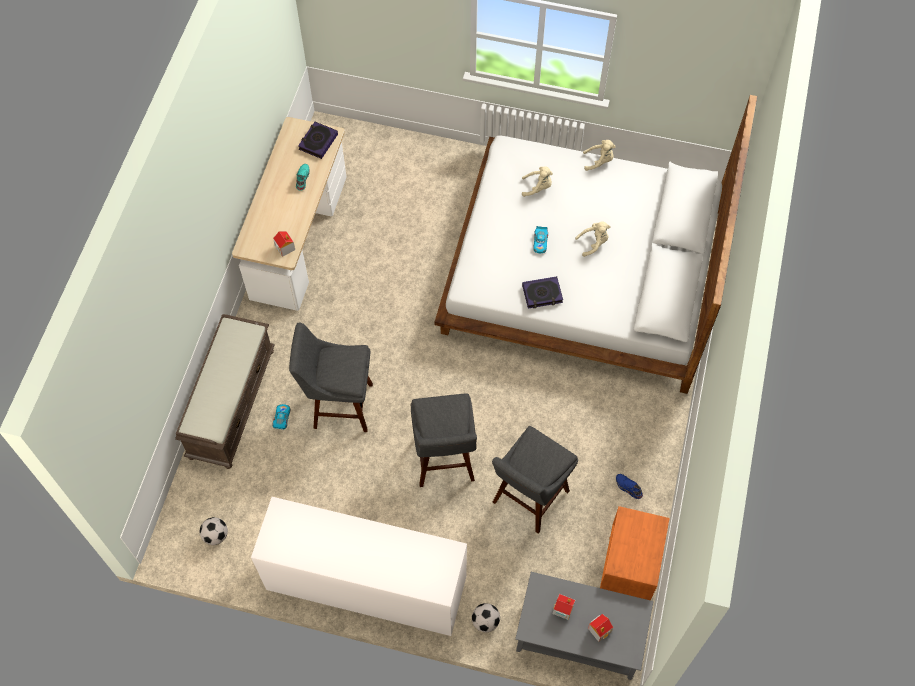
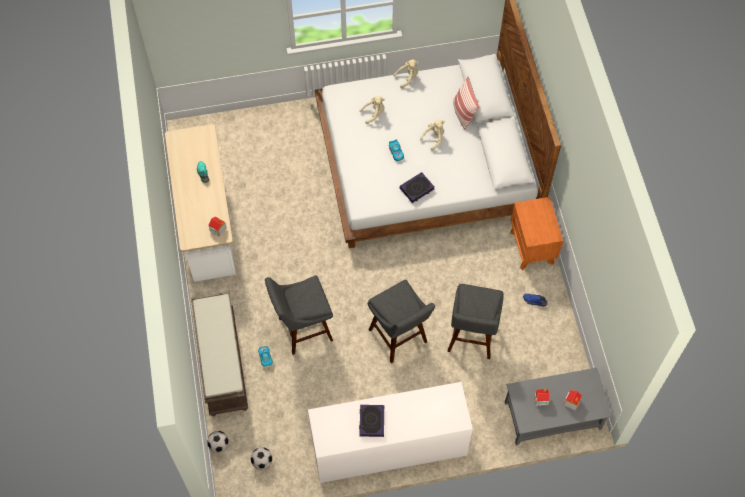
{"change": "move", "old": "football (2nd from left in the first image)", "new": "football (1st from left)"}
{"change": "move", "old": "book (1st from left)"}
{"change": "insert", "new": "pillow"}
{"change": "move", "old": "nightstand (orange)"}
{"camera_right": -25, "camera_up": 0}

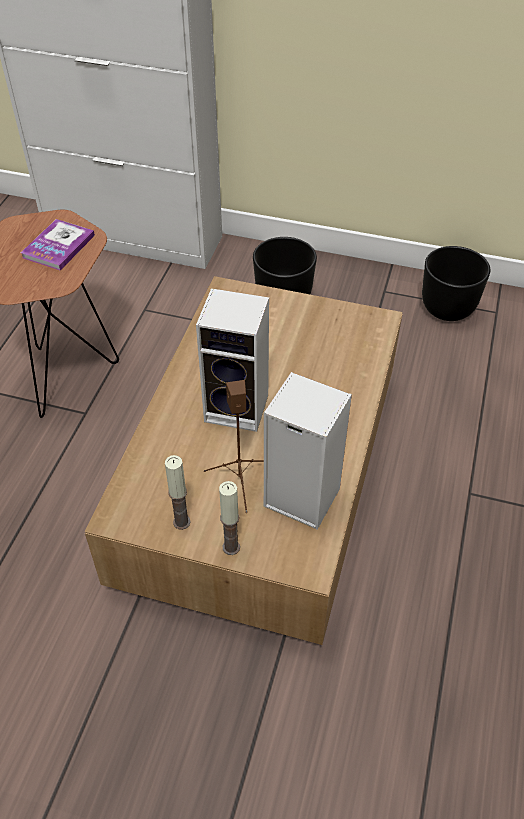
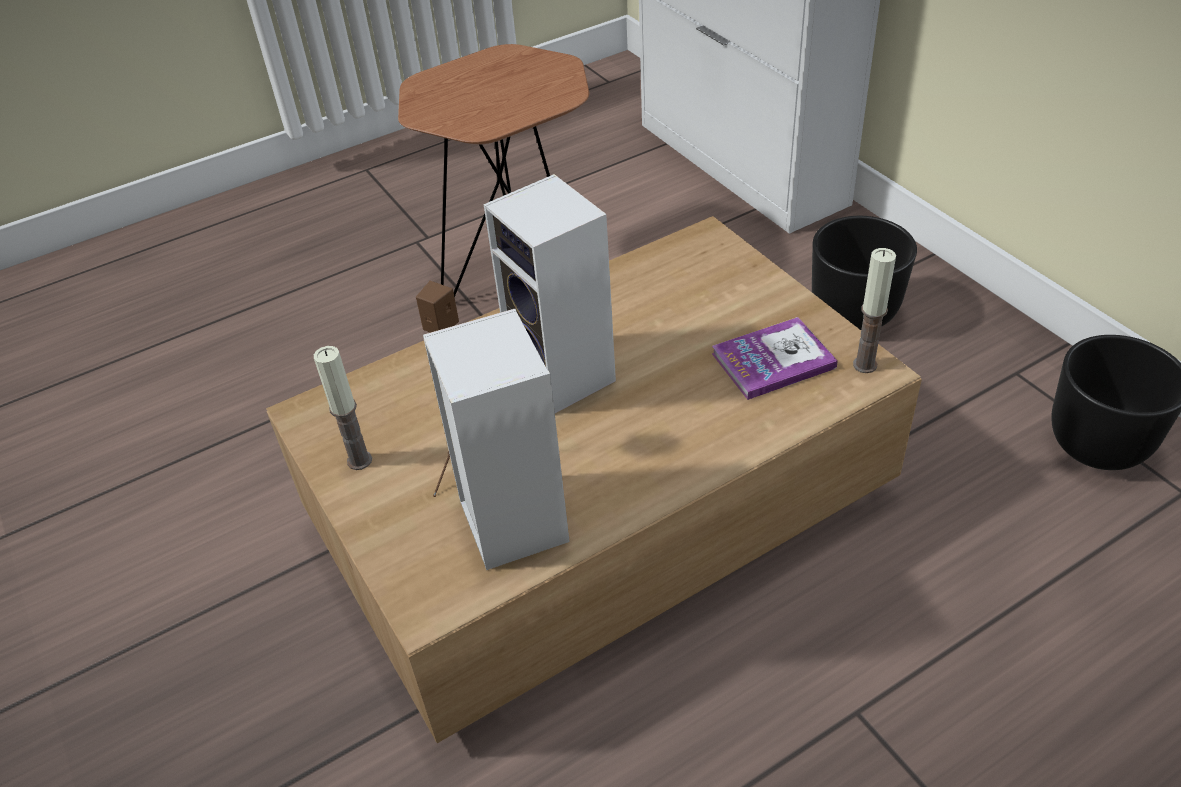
{"change": "move", "old": "book"}
{"change": "move", "old": "candle (2nd from left)"}
{"camera_right": 45, "camera_up": -5}

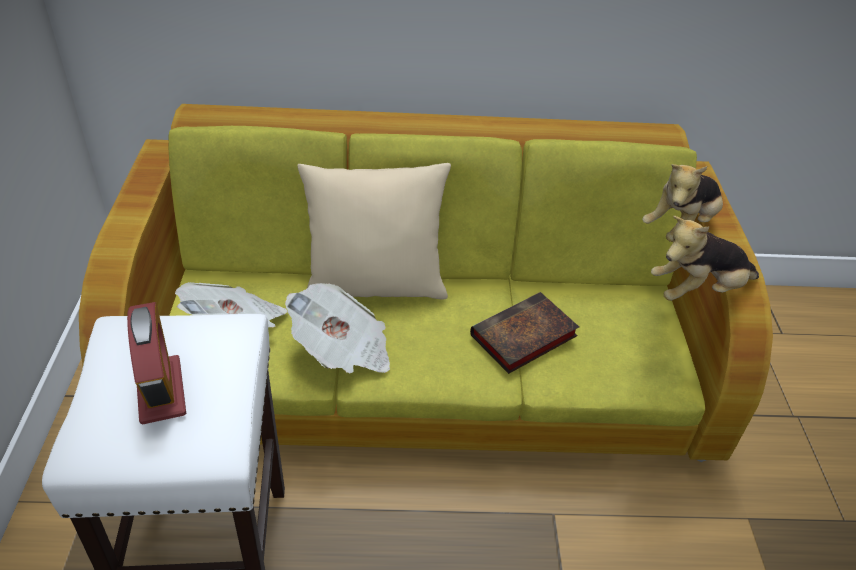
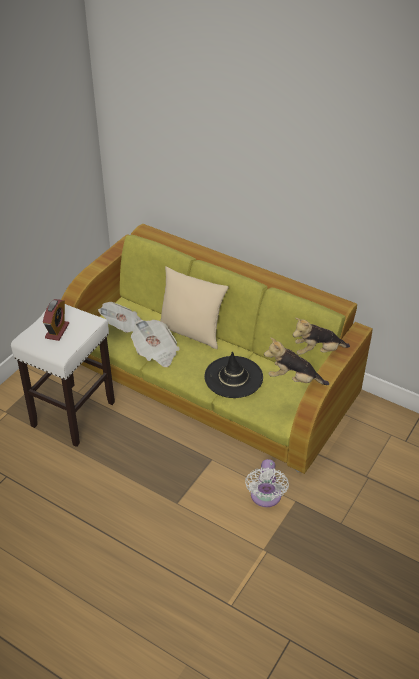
{"change": "replace", "old": "book", "new": "hat (black)"}
{"change": "insert", "new": "fan (white)"}
{"camera_right": 35, "camera_up": 0}

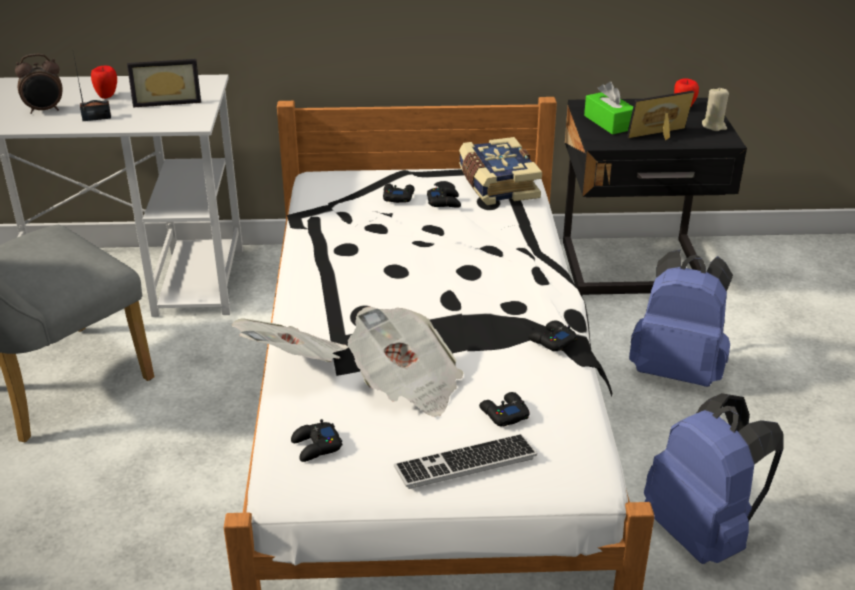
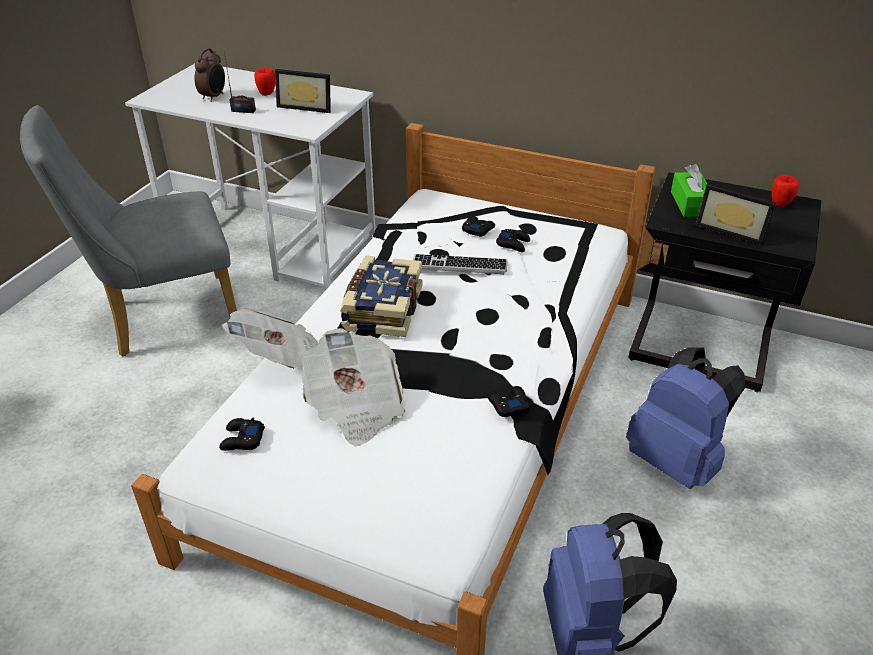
{"change": "rotate", "old": "alarm clock", "degrees": -75}
{"change": "move", "old": "book"}
{"change": "move", "old": "keyboard"}
{"change": "rotate", "old": "picture frame (2nd from left)", "degrees": -150}
{"change": "delete", "old": "game controller (black) (4th from left)"}
{"change": "delete", "old": "candle (beige)"}
{"camera_right": 25, "camera_up": 5}

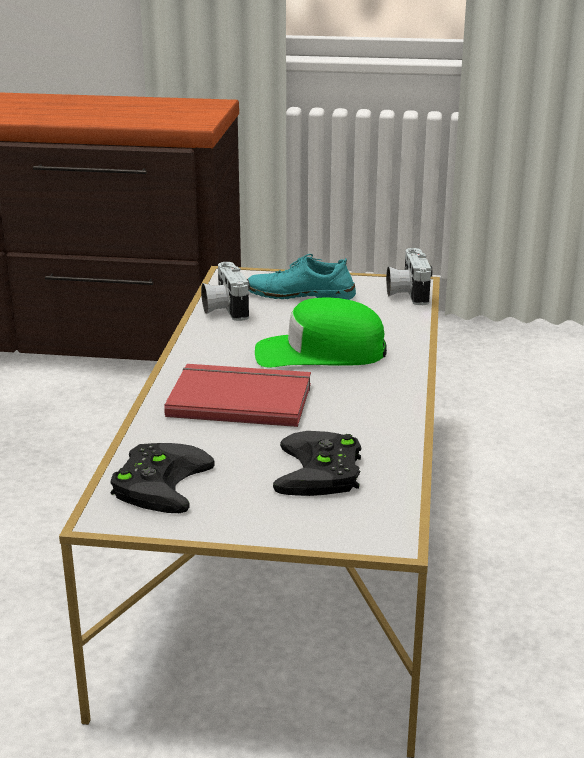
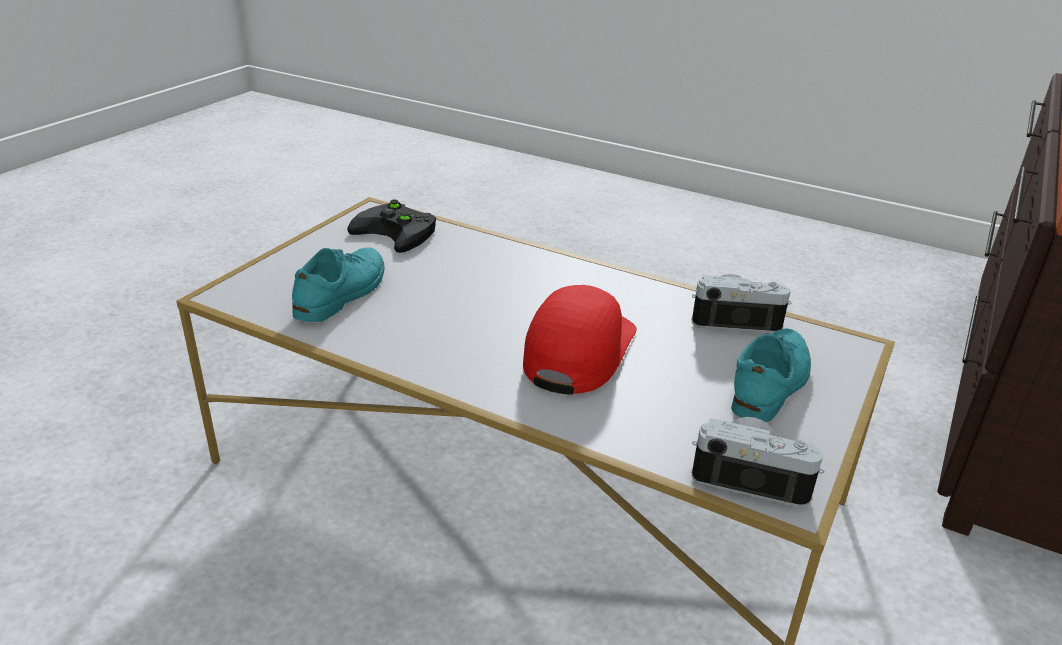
{"change": "replace", "old": "game controller (black) (2nd from left)", "new": "shoe (turquoise) (1st from left)"}
{"change": "recolor", "old": "cap (green)", "new": "cap (red)"}
{"change": "delete", "old": "book (red)"}
{"camera_right": 110, "camera_up": 5}

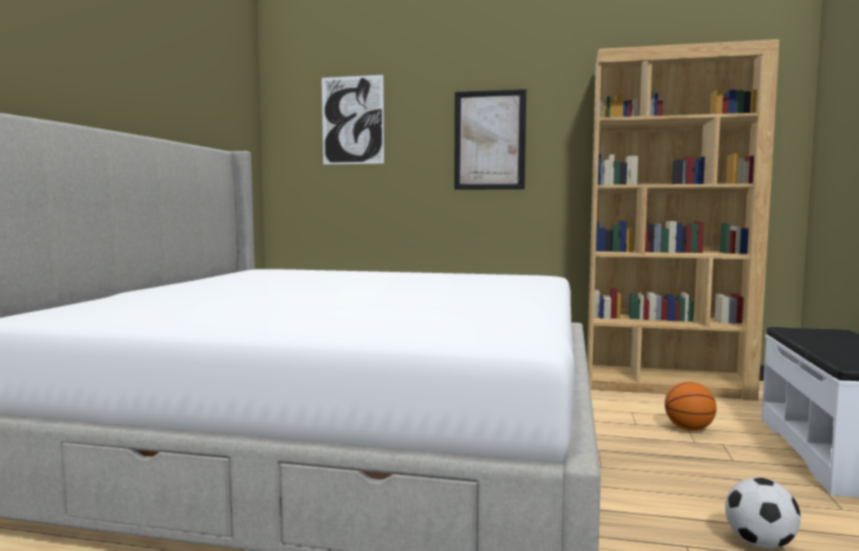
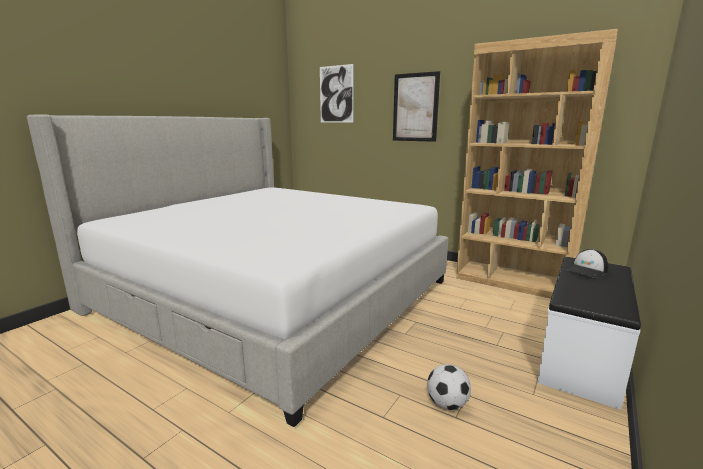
{"change": "insert", "new": "cap"}
{"change": "delete", "old": "basketball"}
{"camera_right": 20, "camera_up": 10}

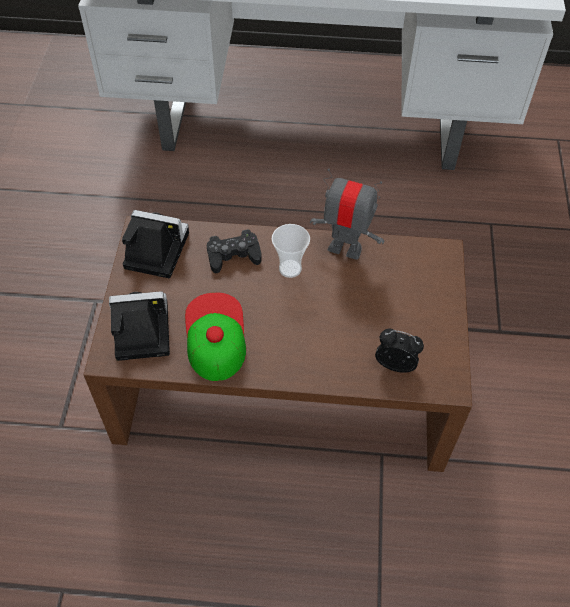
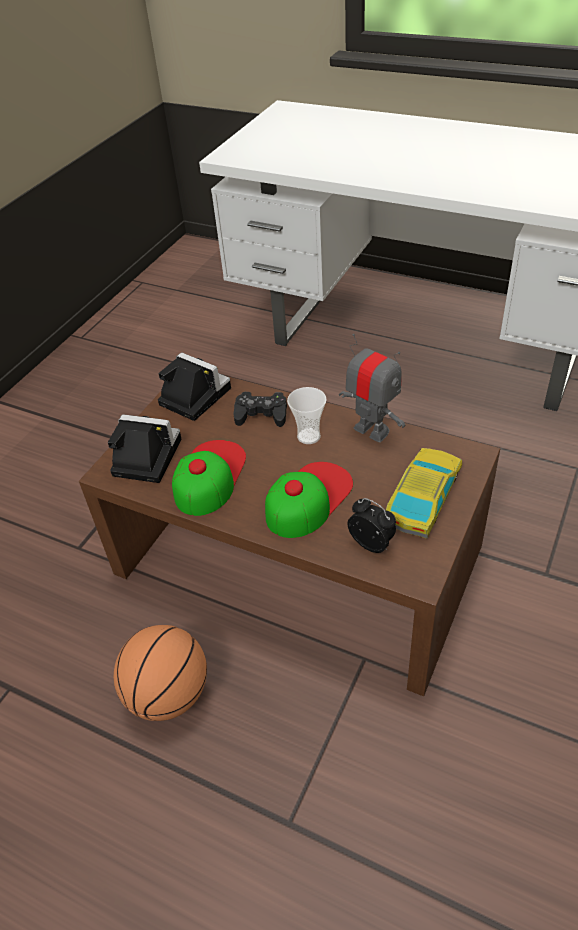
{"change": "insert", "new": "basketball"}
{"change": "insert", "new": "cap (2nd from left)"}
{"change": "insert", "new": "toy car"}
{"camera_right": 25, "camera_up": -10}

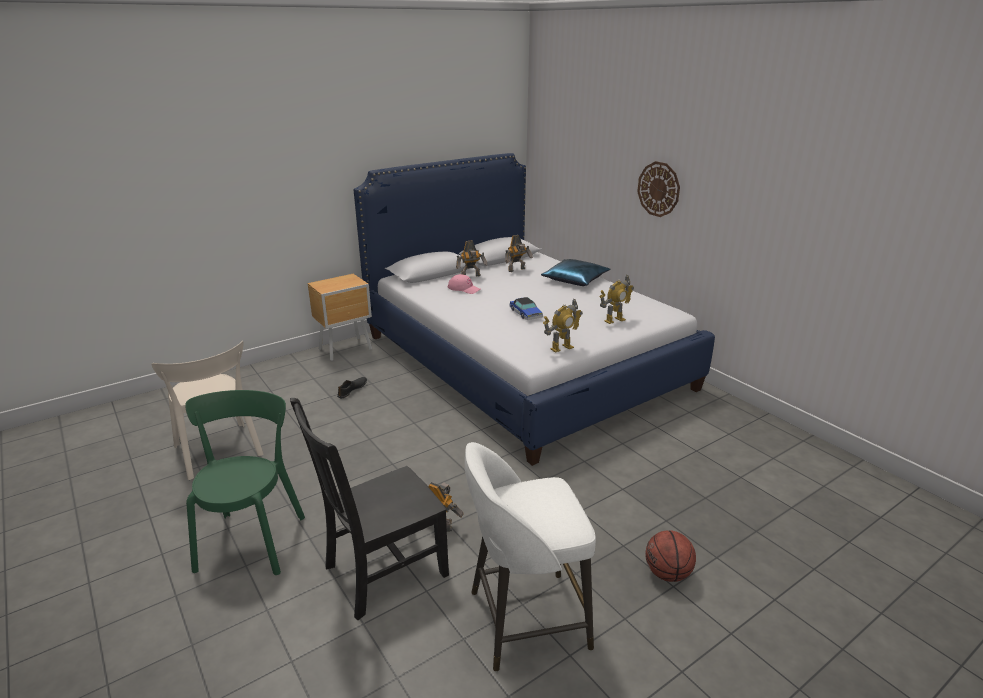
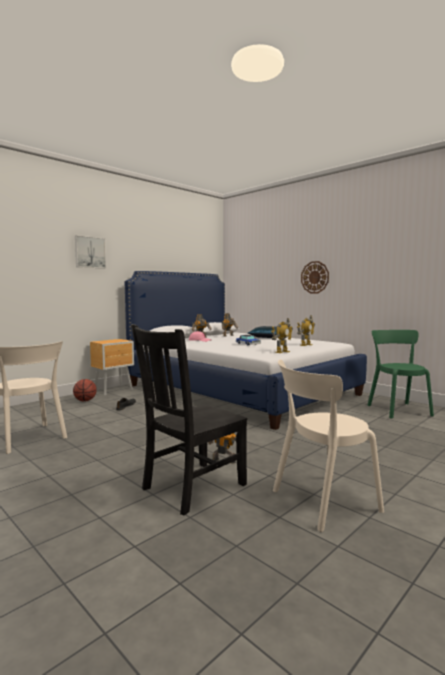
{"change": "move", "old": "basketball"}
{"change": "insert", "new": "picture"}
{"change": "replace", "old": "stool (white)", "new": "chair (beige) (2nd from left)"}
{"change": "move", "old": "chair (green)"}
{"camera_right": -10, "camera_up": -20}

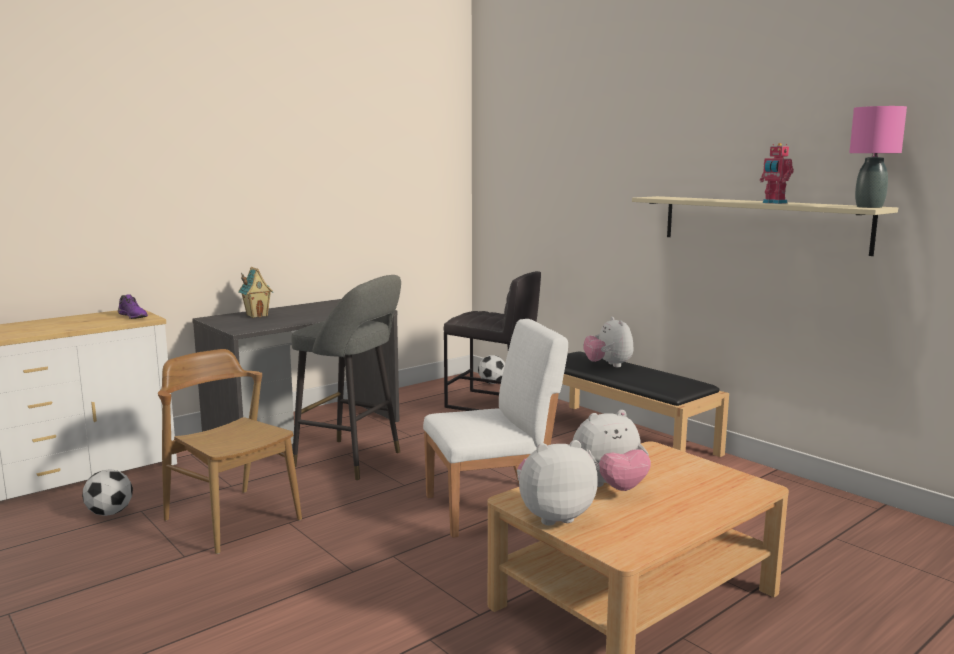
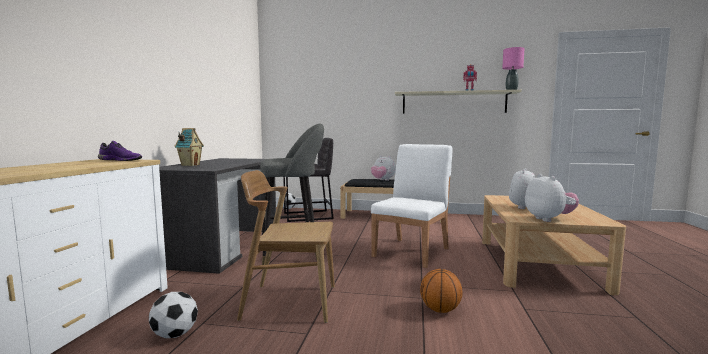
{"change": "insert", "new": "basketball"}
{"change": "rotate", "old": "plush toy (1st from left in the first image)", "degrees": 135}
{"camera_right": -40, "camera_up": -5}

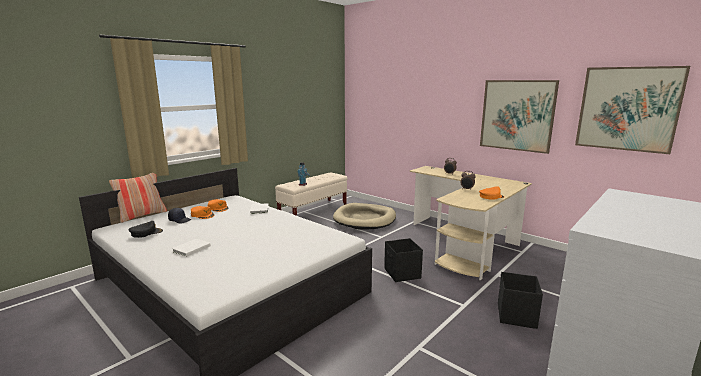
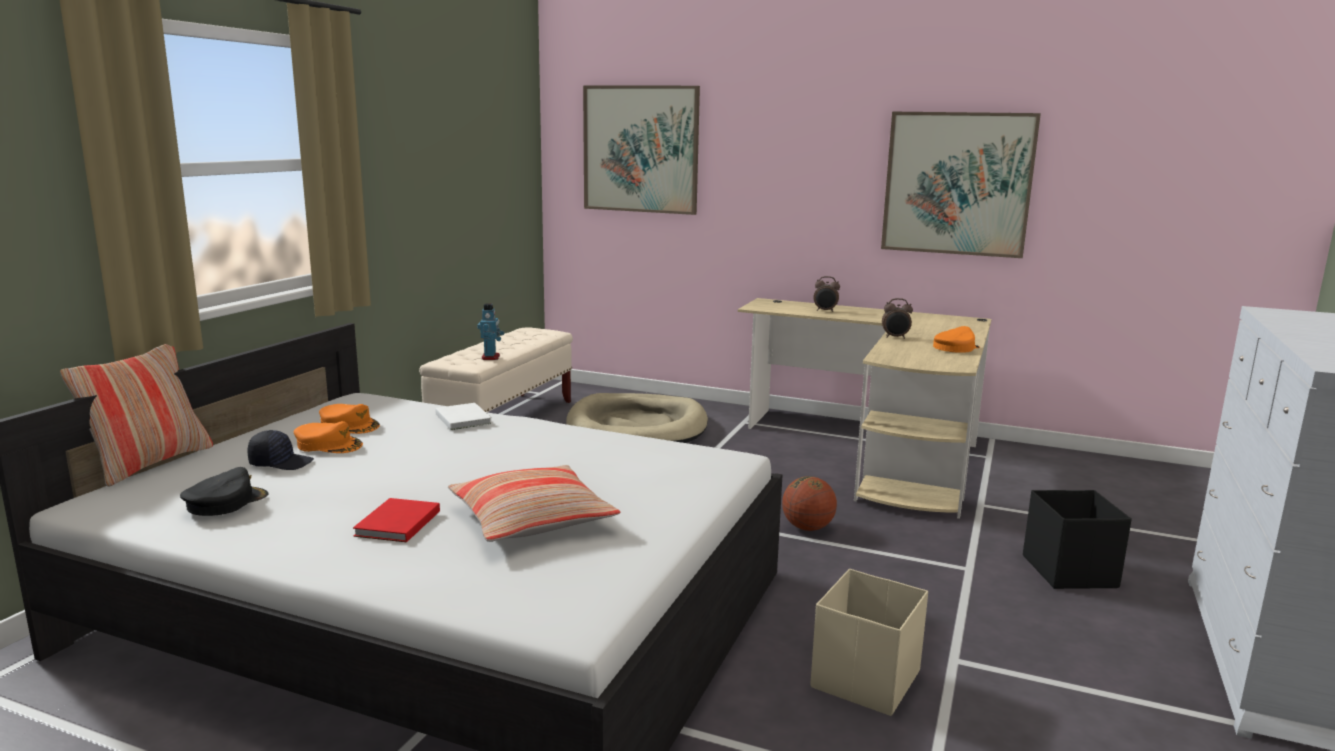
{"change": "recolor", "old": "book (white) (1st from left)", "new": "book (red)"}
{"change": "insert", "new": "pillow (2nd from left)"}
{"change": "move", "old": "picture (2nd from left in the first image)", "new": "picture (1st from left)"}
{"change": "replace", "old": "storage box (black) (1st from left)", "new": "basketball"}
{"change": "insert", "new": "storage box (beige)"}
{"camera_right": -20, "camera_up": 0}

